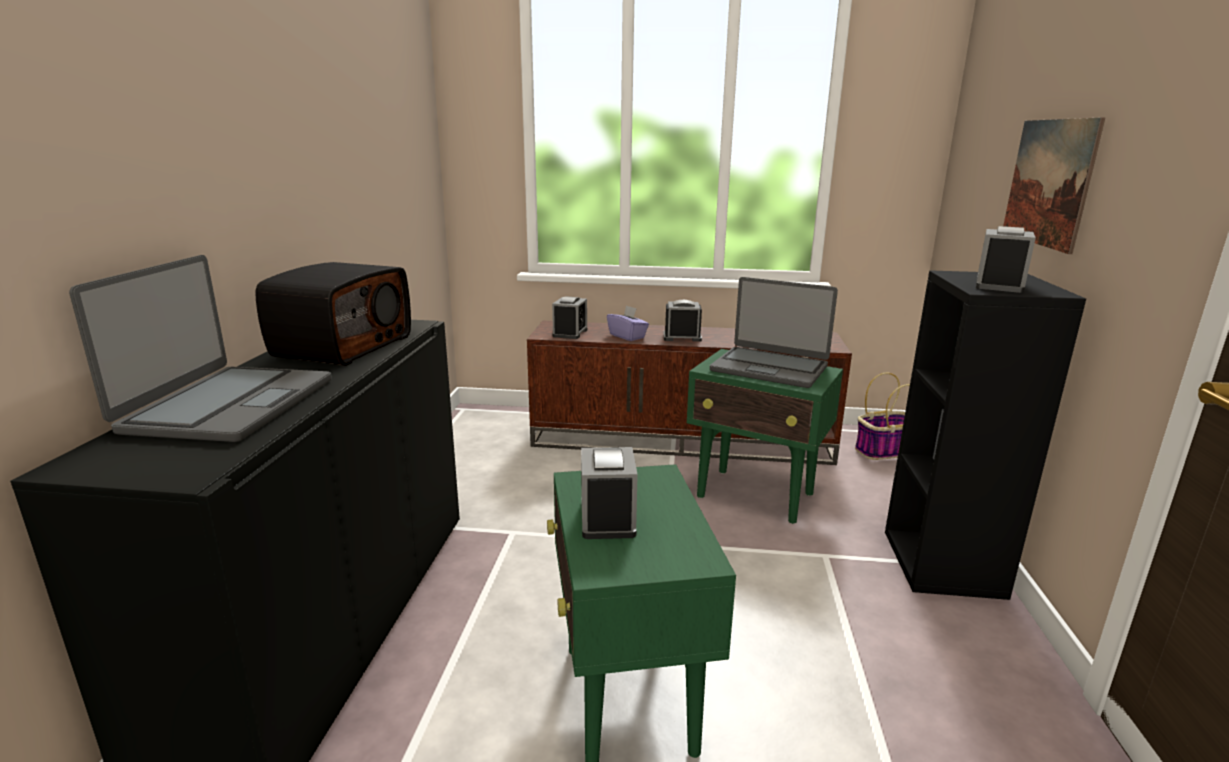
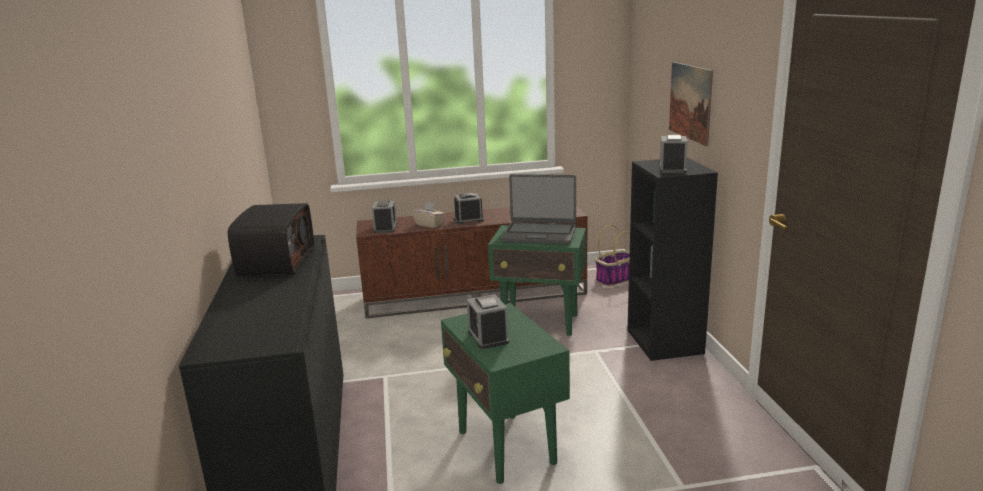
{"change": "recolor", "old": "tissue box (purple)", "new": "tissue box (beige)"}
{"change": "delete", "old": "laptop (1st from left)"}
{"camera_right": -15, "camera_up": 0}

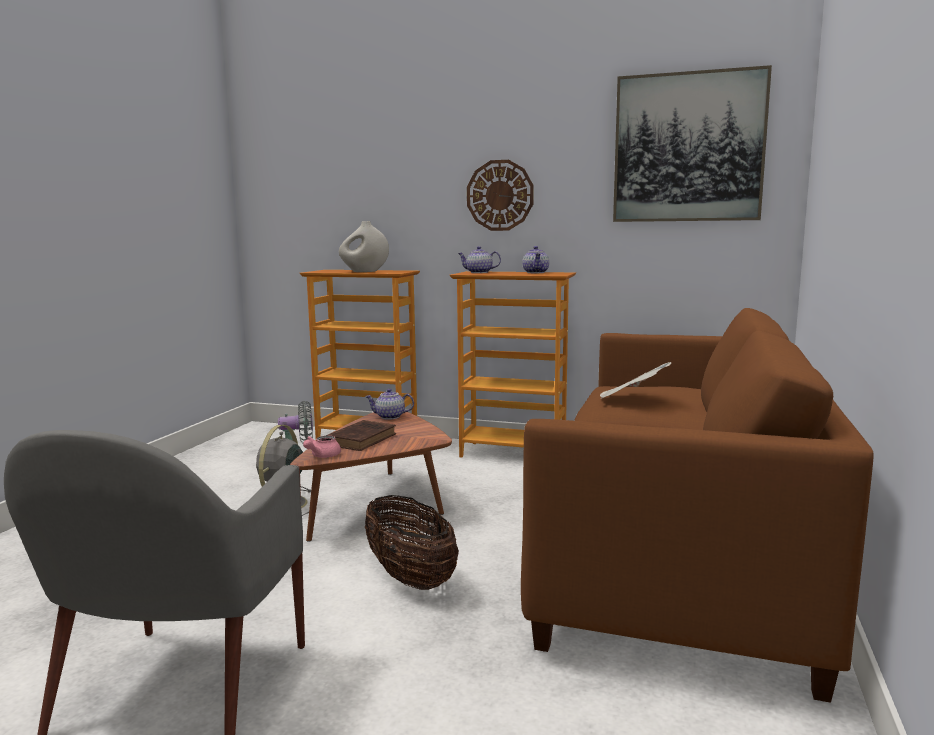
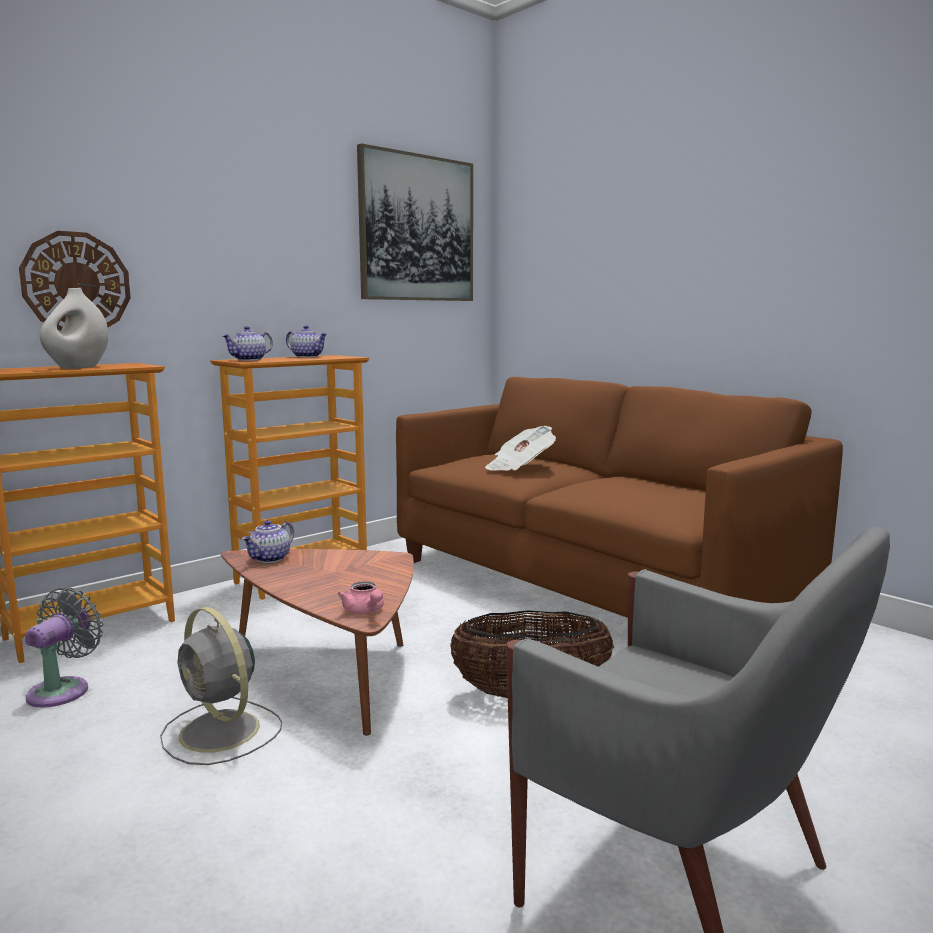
{"change": "move", "old": "wall clock"}
{"change": "delete", "old": "book (brown)"}
{"camera_right": -60, "camera_up": 0}

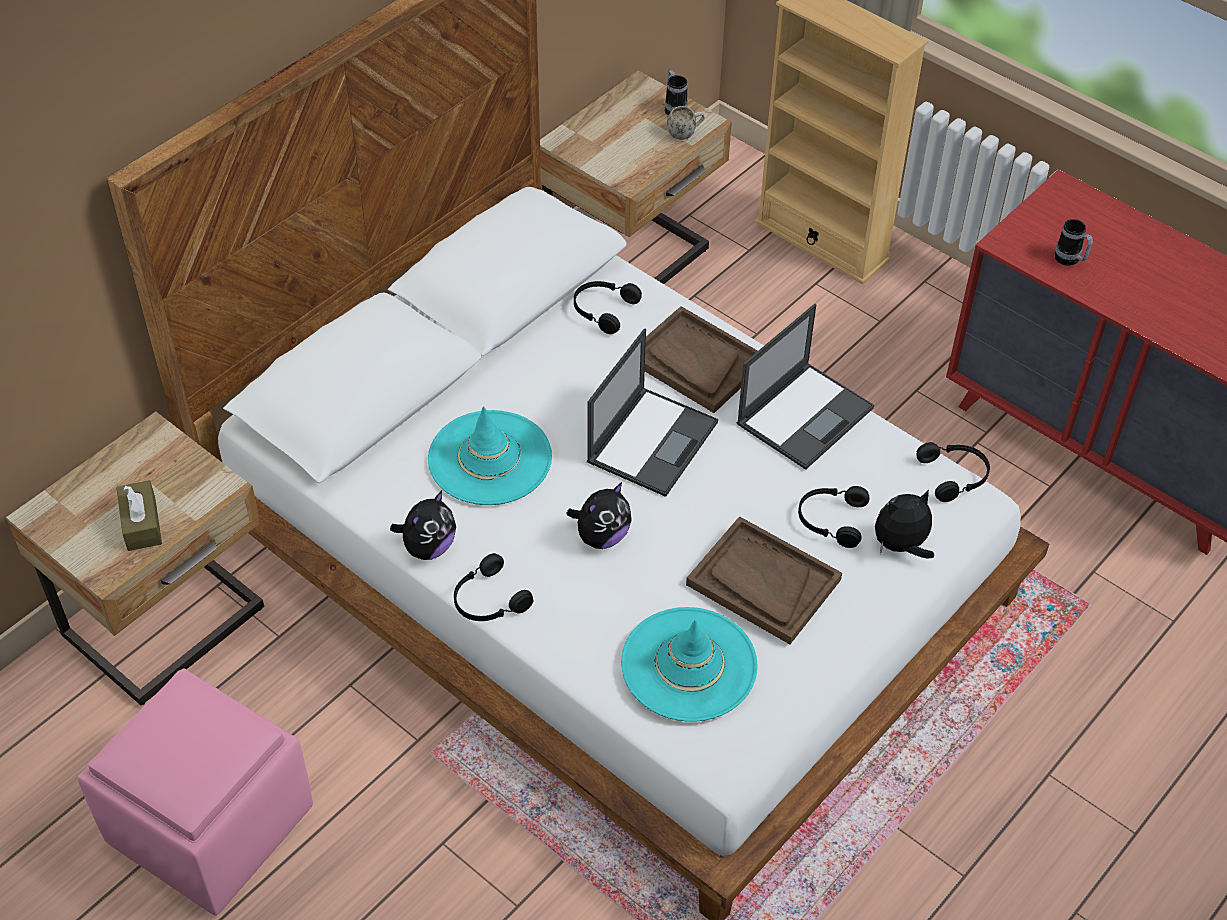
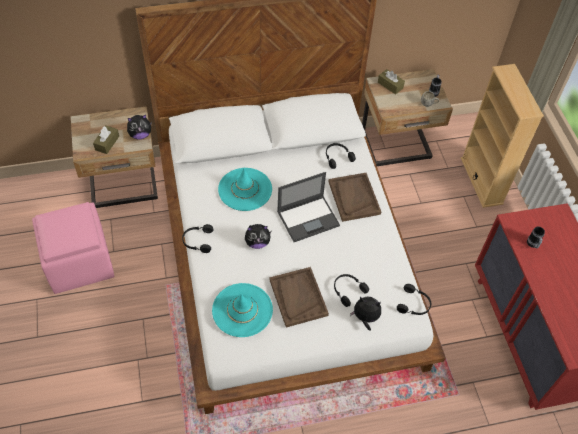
{"change": "move", "old": "plush toy (1st from left)"}
{"change": "insert", "new": "tissue box (brown) (2nd from left)"}
{"change": "delete", "old": "laptop (2nd from left)"}
{"camera_right": 35, "camera_up": 5}

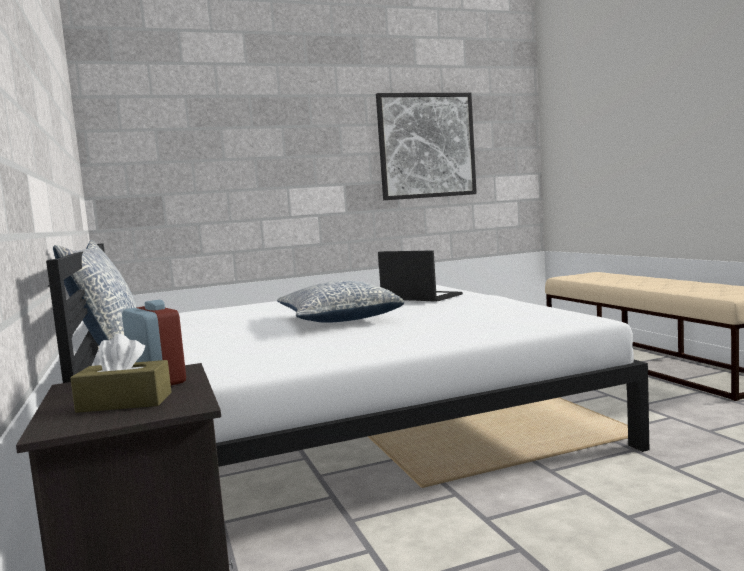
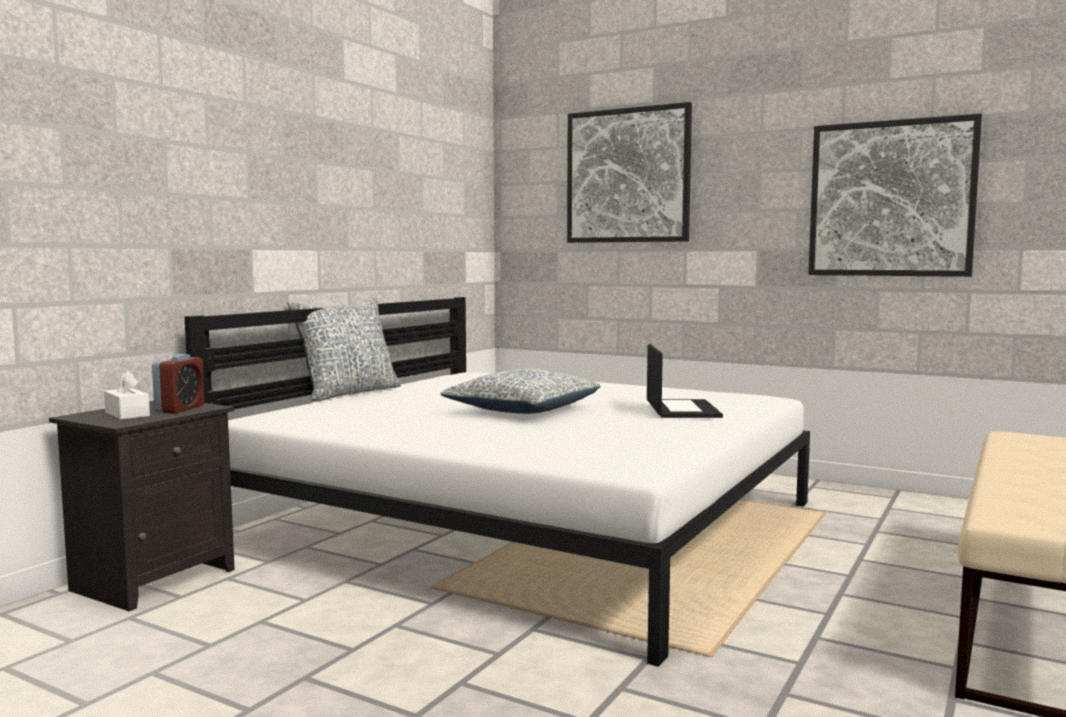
{"change": "recolor", "old": "tissue box (brown)", "new": "tissue box (white)"}
{"change": "insert", "new": "picture (1st from left)"}
{"camera_right": 50, "camera_up": 0}

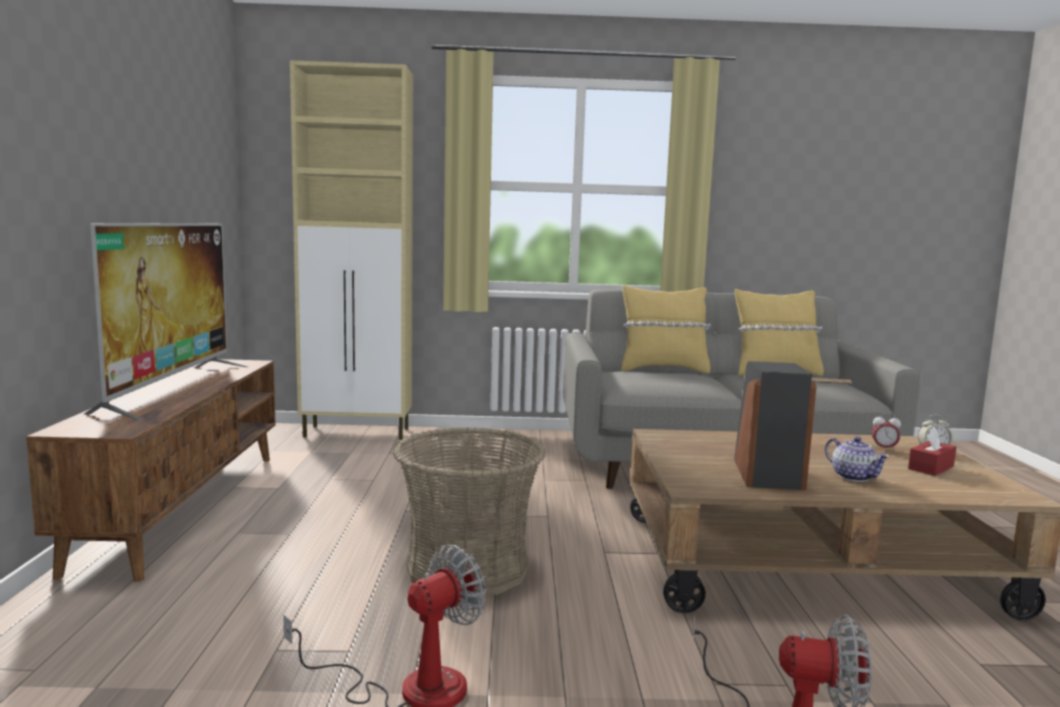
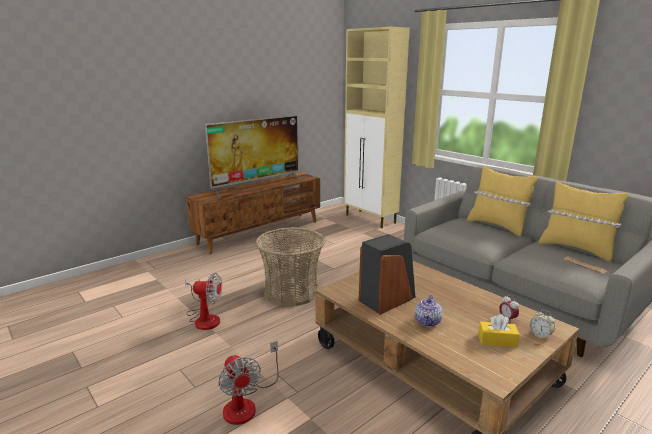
{"change": "recolor", "old": "tissue box (red)", "new": "tissue box (yellow)"}
{"camera_right": 50, "camera_up": 10}

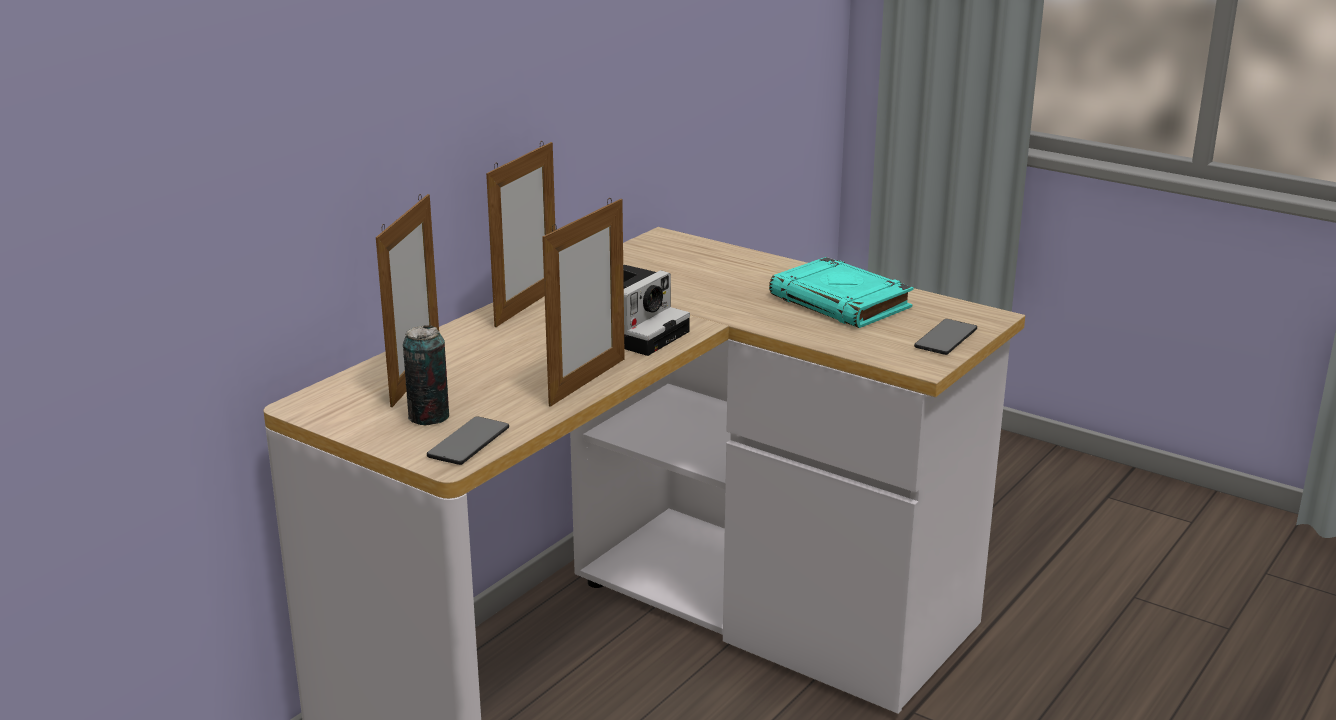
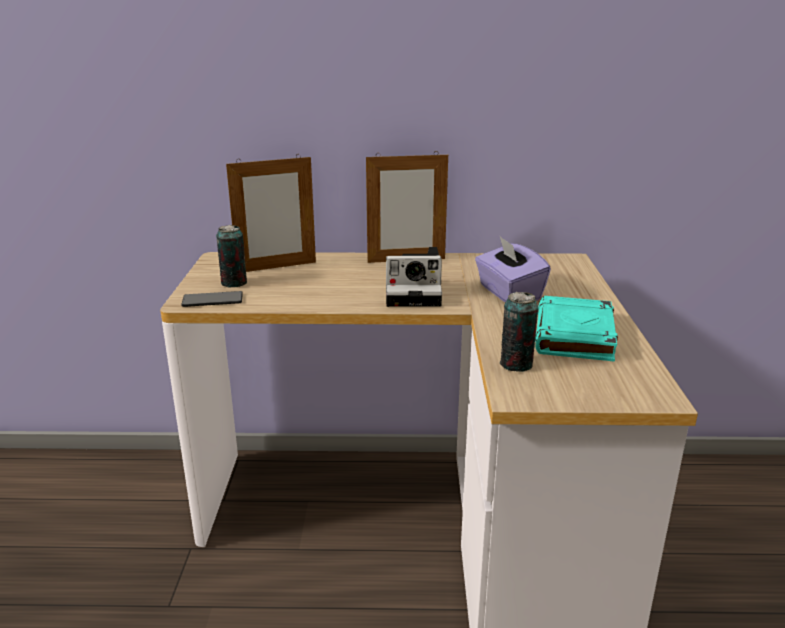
{"change": "insert", "new": "tissue box (purple)"}
{"change": "insert", "new": "can (2nd from left)"}
{"change": "delete", "old": "picture frame (3rd from left)"}
{"change": "delete", "old": "phone (2nd from left)"}
{"camera_right": 55, "camera_up": 0}

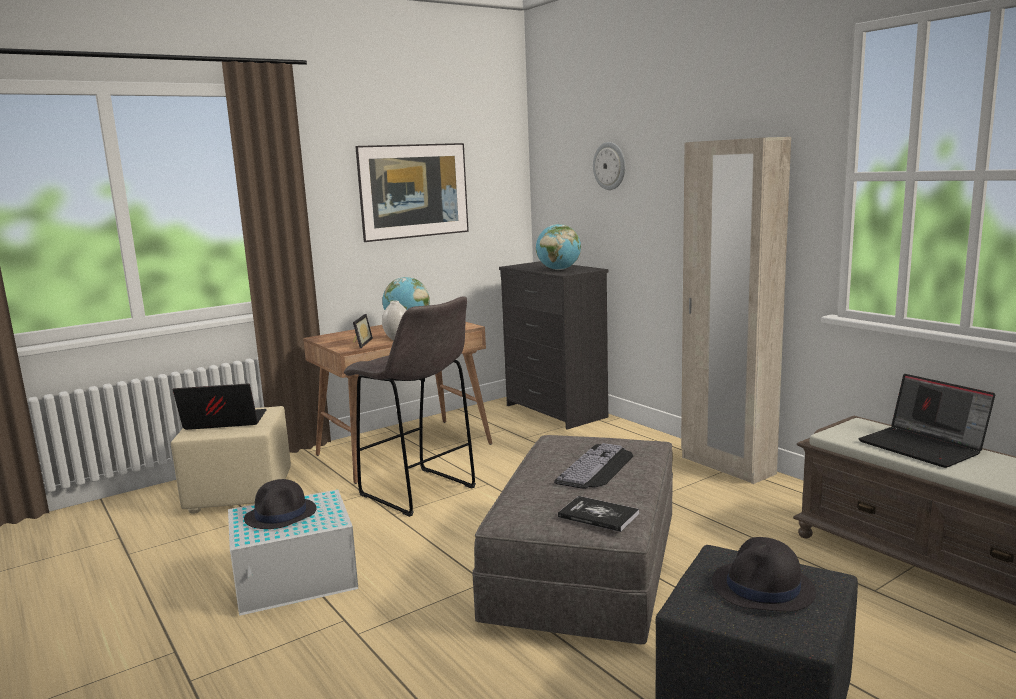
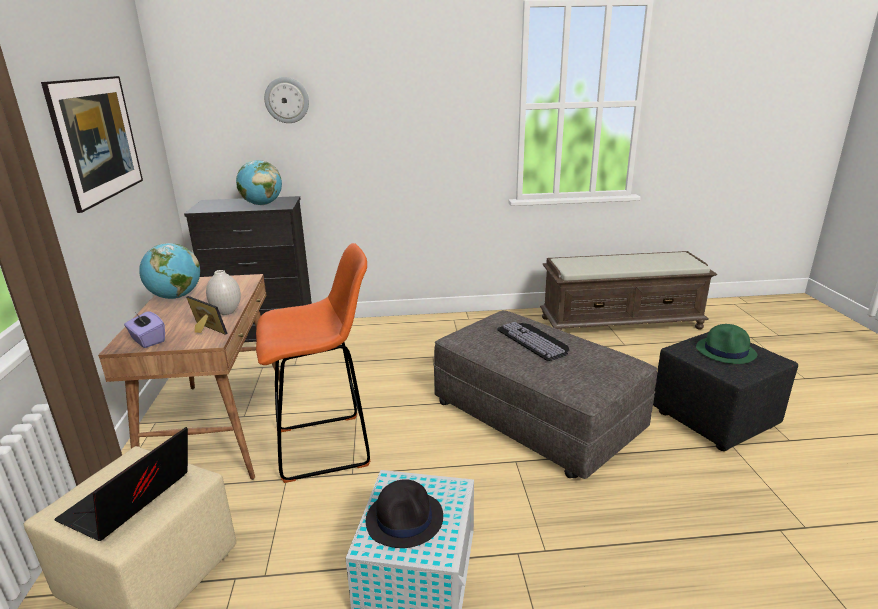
{"change": "insert", "new": "tissue box (purple)"}
{"change": "recolor", "old": "stool (grey)", "new": "stool (orange)"}
{"change": "recolor", "old": "hat (black) (2nd from left)", "new": "hat (green)"}
{"change": "delete", "old": "book"}
{"change": "delete", "old": "wardrobe (beige)"}
{"change": "delete", "old": "laptop (2nd from left)"}
{"camera_right": -60, "camera_up": 10}

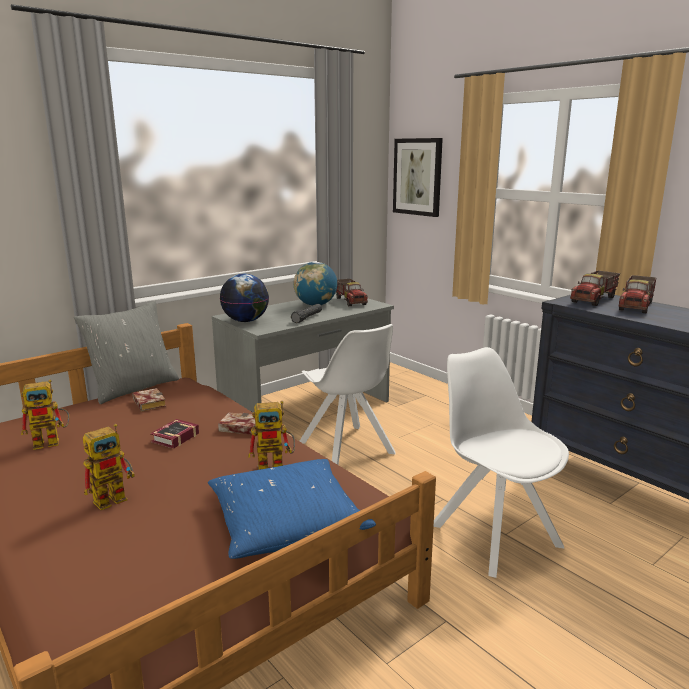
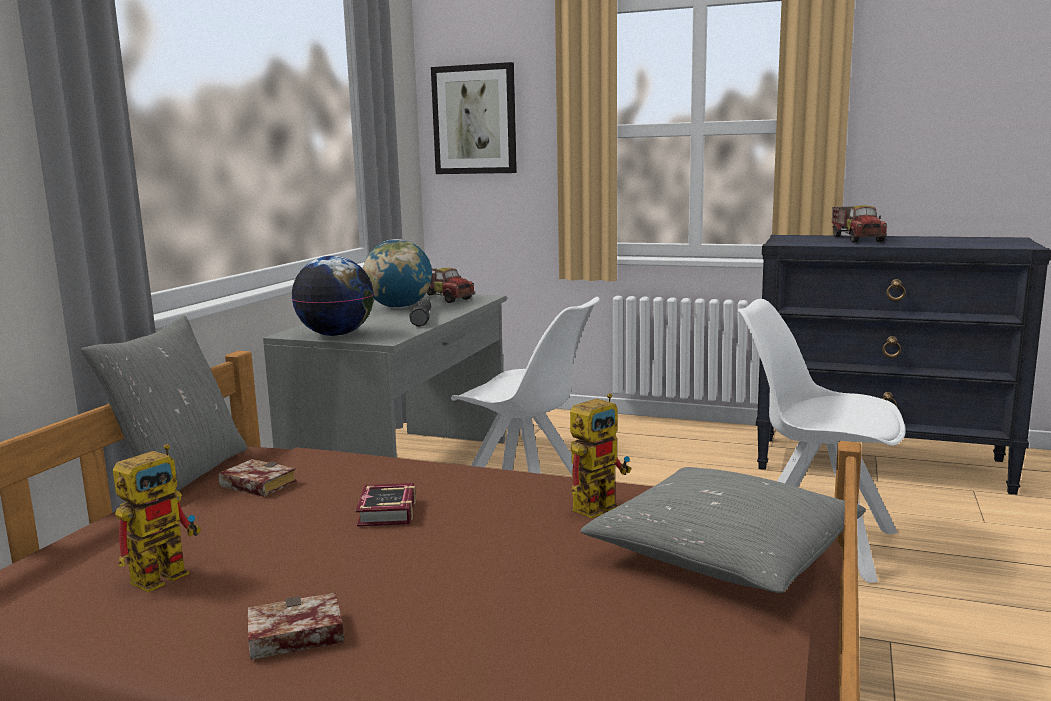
{"change": "move", "old": "book (3rd from left in the first image)", "new": "book (2nd from left)"}
{"change": "recolor", "old": "pillow (blue)", "new": "pillow (grey) (2nd from left)"}
{"change": "delete", "old": "toy robot (2nd from left)"}
{"change": "delete", "old": "toy truck (2nd from left)"}
{"camera_right": -30, "camera_up": -5}

